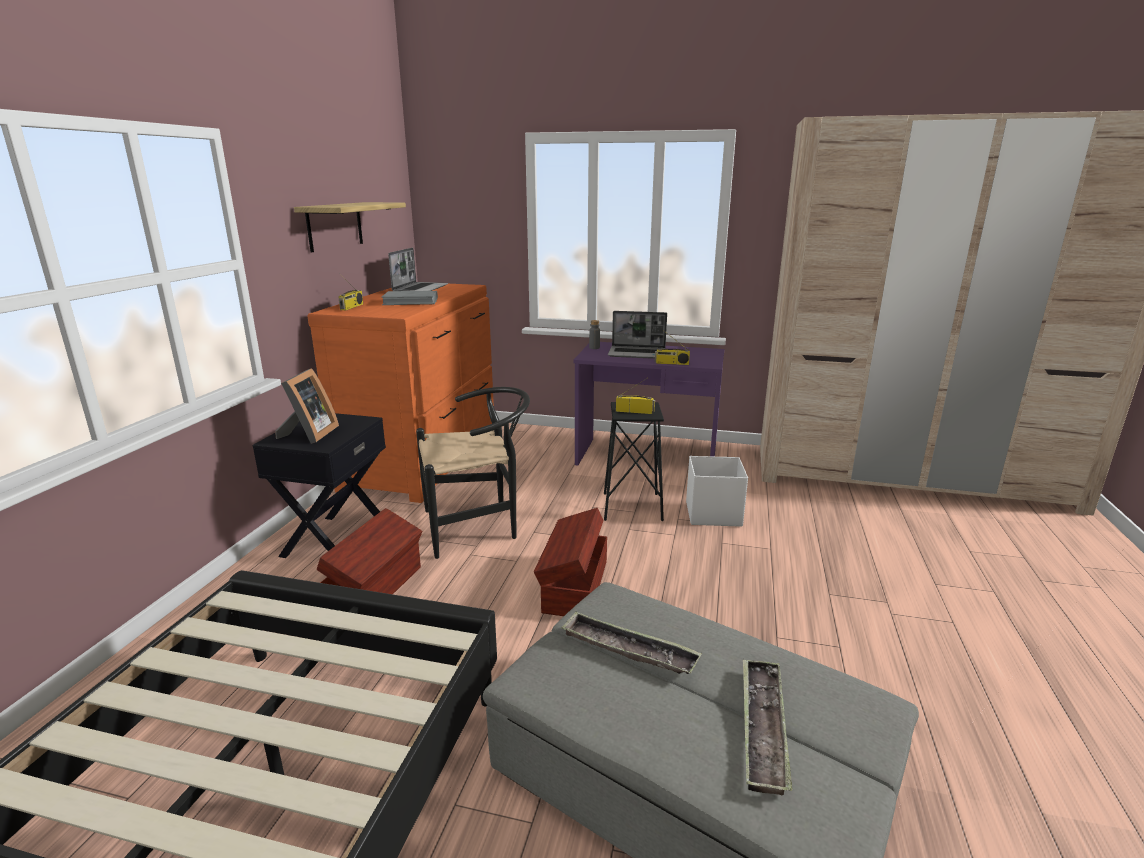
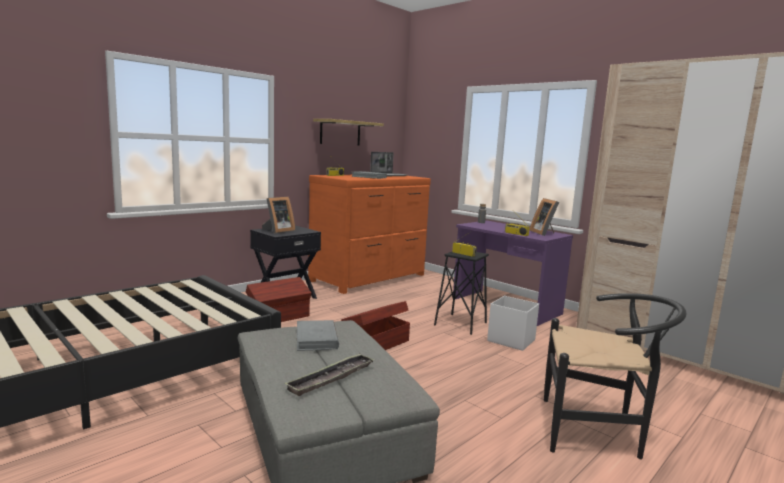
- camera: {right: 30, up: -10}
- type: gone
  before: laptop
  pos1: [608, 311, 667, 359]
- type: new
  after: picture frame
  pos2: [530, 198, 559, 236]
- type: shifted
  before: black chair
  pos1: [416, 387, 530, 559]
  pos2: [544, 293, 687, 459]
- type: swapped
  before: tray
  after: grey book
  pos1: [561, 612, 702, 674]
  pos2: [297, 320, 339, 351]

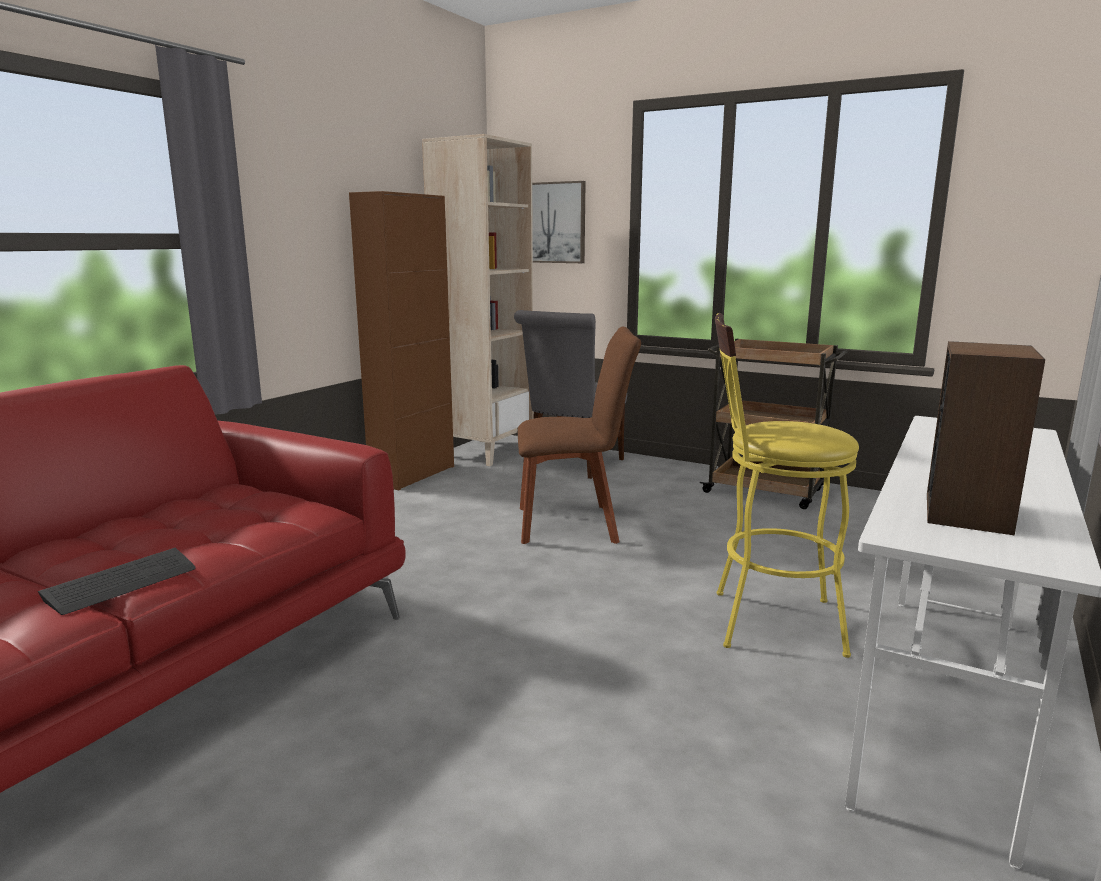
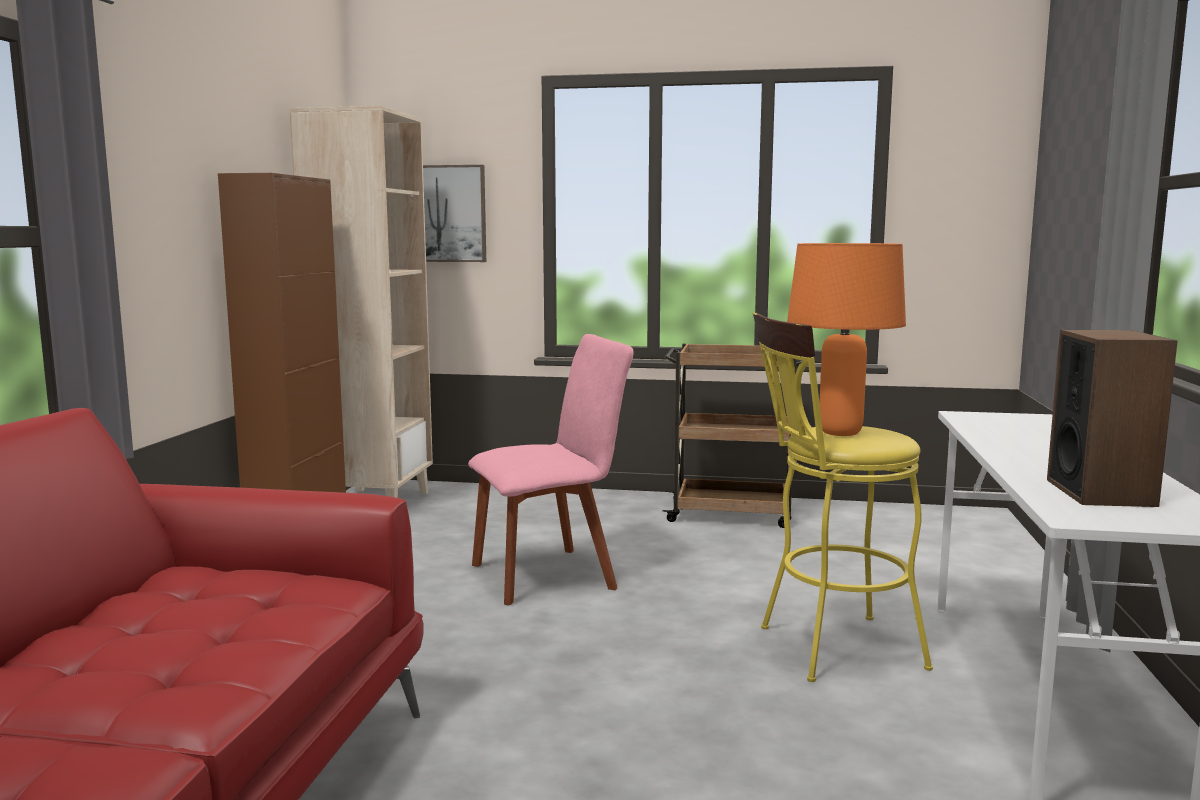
- camera: {right: -20, up: -5}
- type: gone
  before: keyboard
  pos1: [38, 548, 196, 615]
- type: gone
  before: grey chair
  pos1: [514, 310, 627, 479]
- type: new
  after: orange table lamp
  pos2: [787, 243, 906, 436]
- type: repainted
  before: brown chair
  after: pink chair
  pos1: [518, 327, 641, 544]
  pos2: [468, 334, 634, 605]

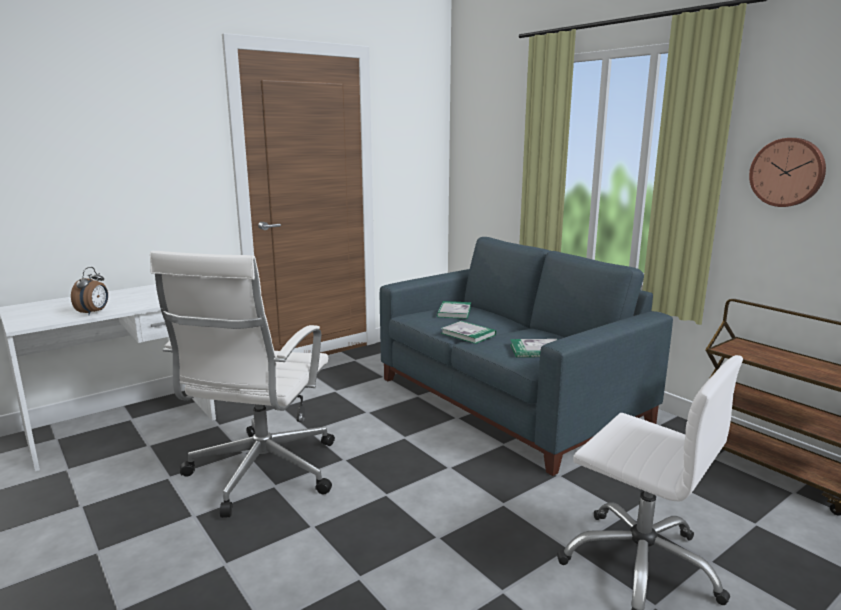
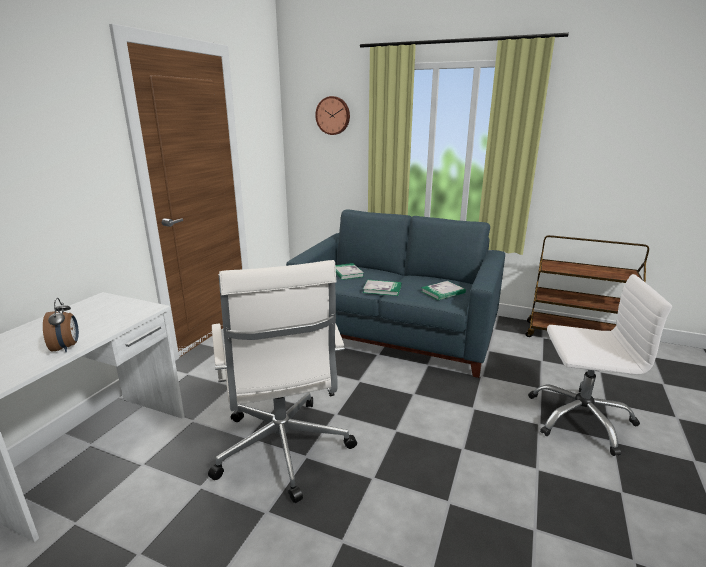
- camera: {right: -30, up: 5}
- type: shifted
  before: wall clock
  pos1: [749, 138, 826, 207]
  pos2: [315, 96, 350, 135]

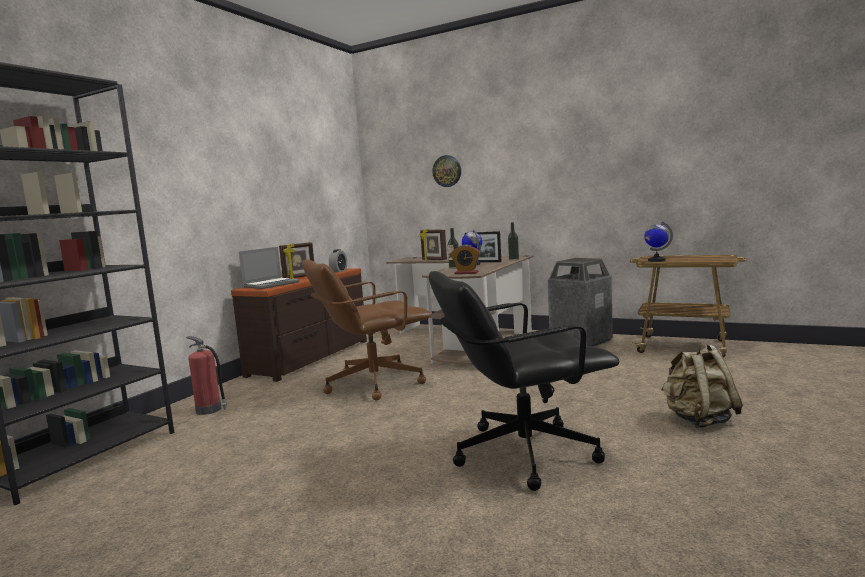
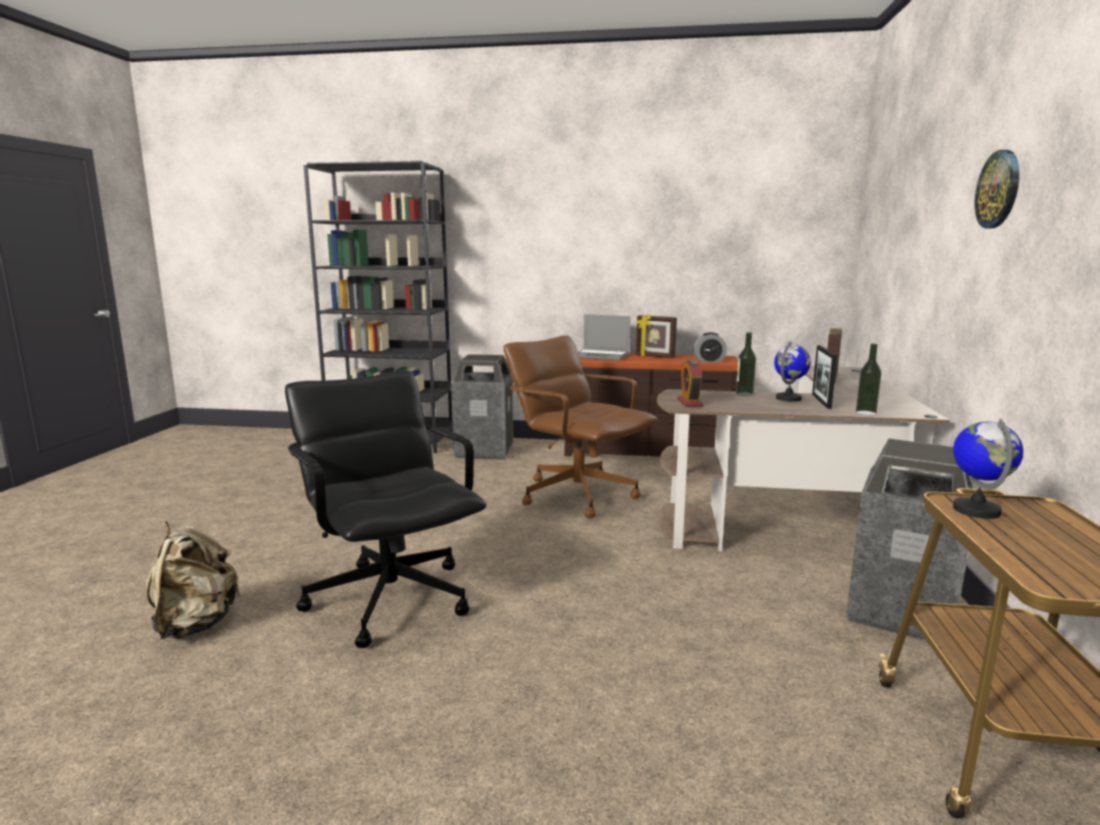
- camera: {right: 70, up: 5}
- type: shifted
  before: wall clock
  pos1: [432, 155, 461, 187]
  pos2: [975, 150, 1019, 228]
- type: shifted
  before: beige backpack
  pos1: [661, 343, 743, 428]
  pos2: [145, 521, 241, 639]
- type: swapped
  before: fire extinguisher
  after: trash can
  pos1: [186, 336, 227, 415]
  pos2: [451, 354, 513, 460]

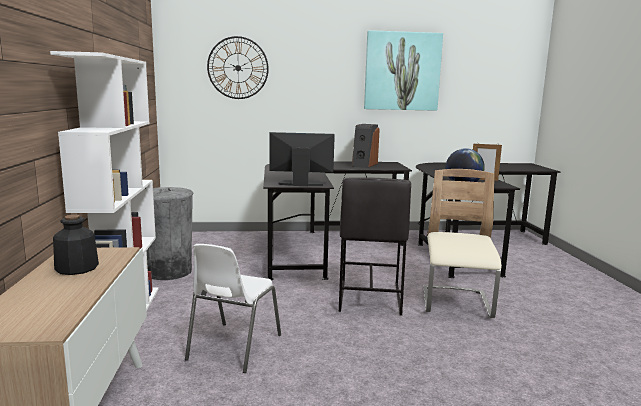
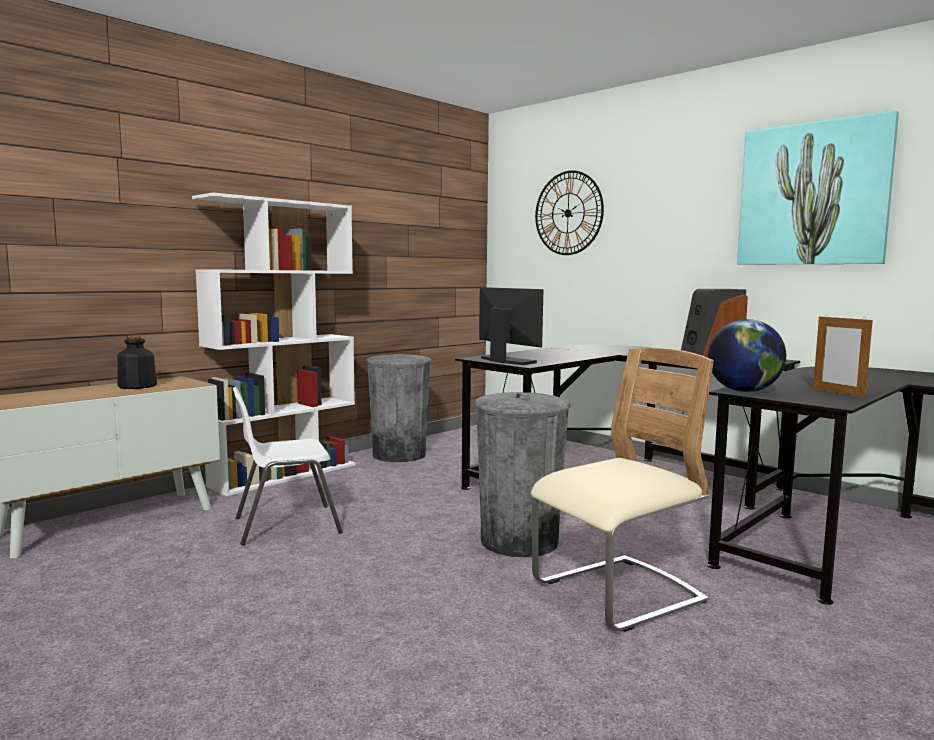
- camera: {right: 50, up: -5}
- type: swapped
  before: grey stool
  after: grey trash can
  pos1: [339, 177, 411, 316]
  pos2: [474, 392, 571, 557]

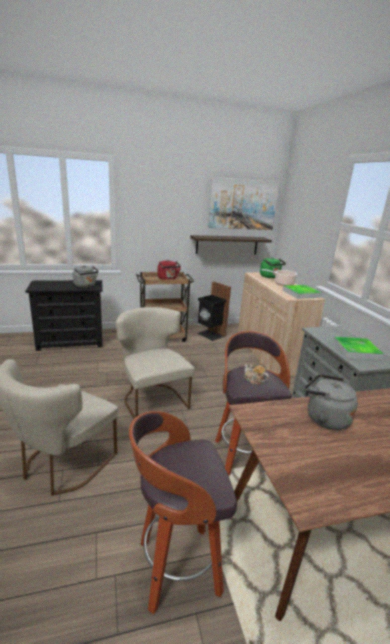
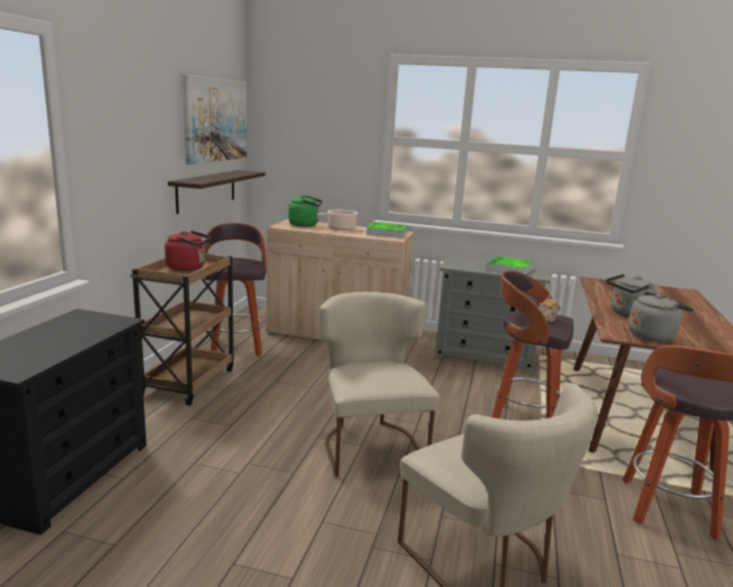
- camera: {right: -60, up: -5}
- type: shifted
  before: grey kettle
  pos1: [73, 265, 99, 288]
  pos2: [629, 291, 694, 342]
- type: swapped
  before: black trash can
  after: stool
  pos1: [197, 281, 231, 341]
  pos2: [204, 223, 267, 356]
- type: rotated
  before: beige chair
  pos1: [116, 307, 195, 419]
  pos2: [319, 292, 440, 476]
  turn: 75

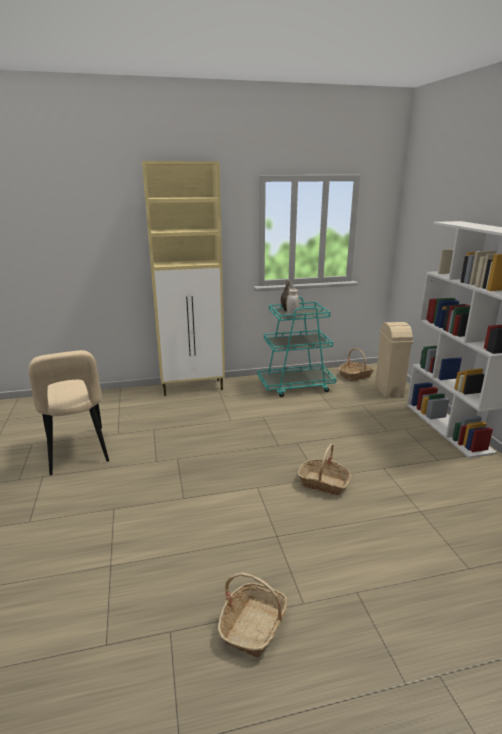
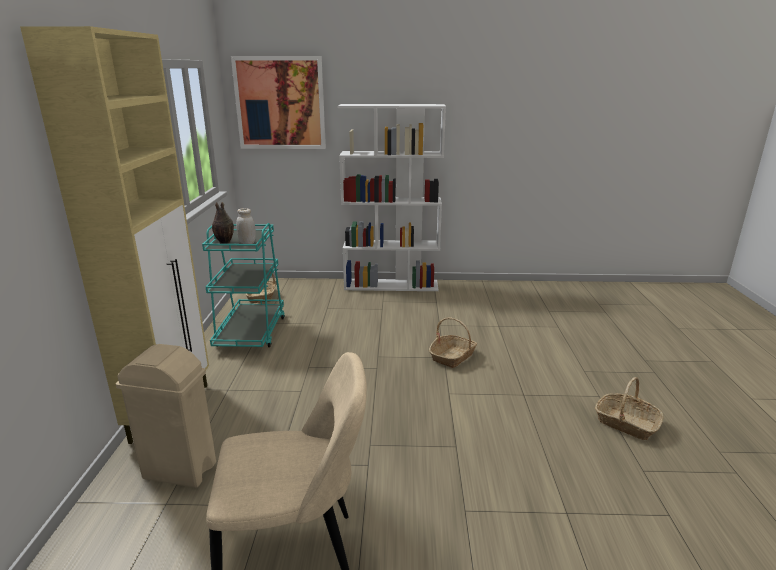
- camera: {right: -75, up: 0}
- type: new
  after: picture
  pos2: [231, 56, 326, 149]
- type: shifted
  before: beige trash can
  pos1: [375, 322, 414, 398]
  pos2: [116, 344, 216, 488]

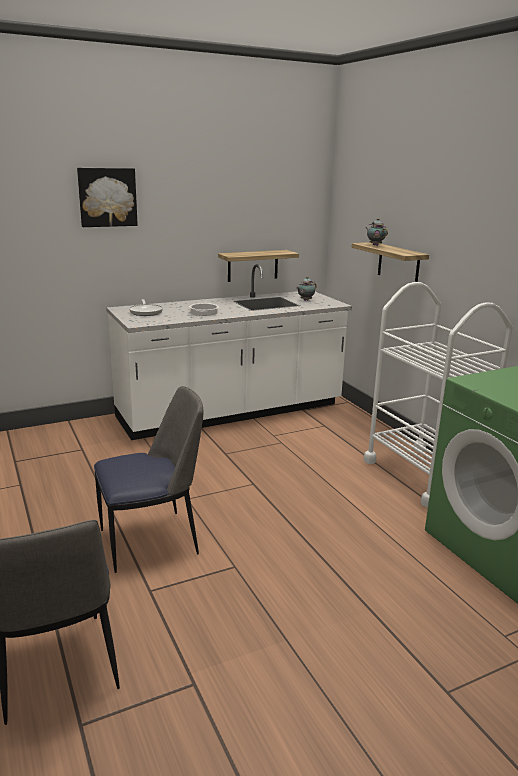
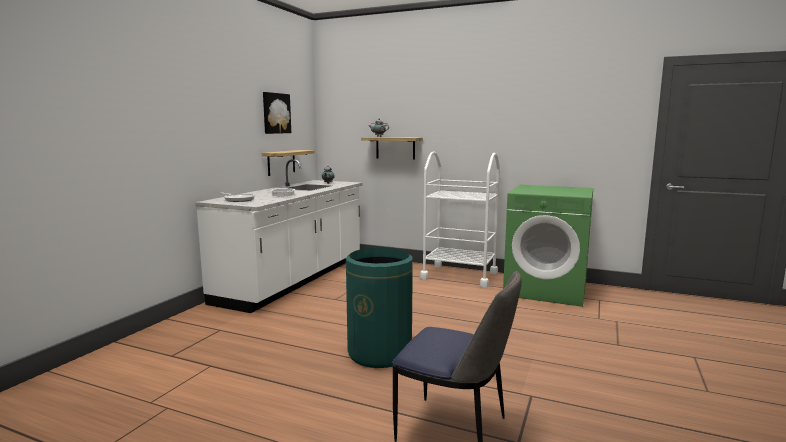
- camera: {right: -40, up: -10}
- type: shifted
  before: picture
  pos1: [77, 168, 138, 227]
  pos2: [263, 92, 291, 134]
- type: swapped
  before: chair
  after: green trash can
  pos1: [94, 386, 203, 573]
  pos2: [346, 248, 413, 368]

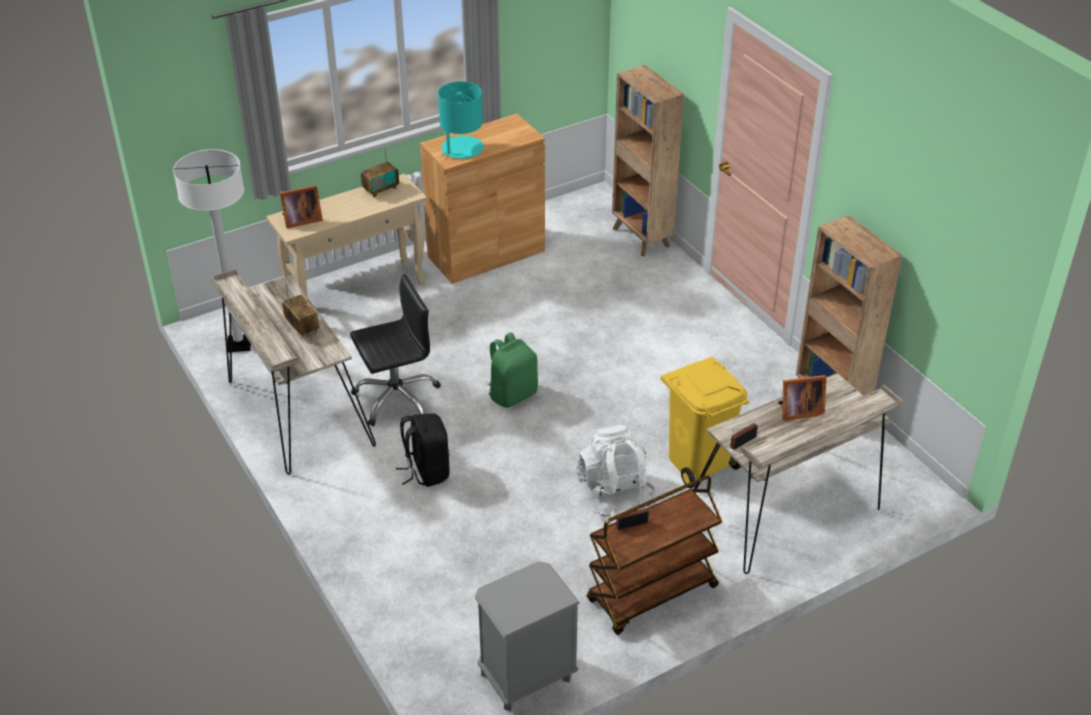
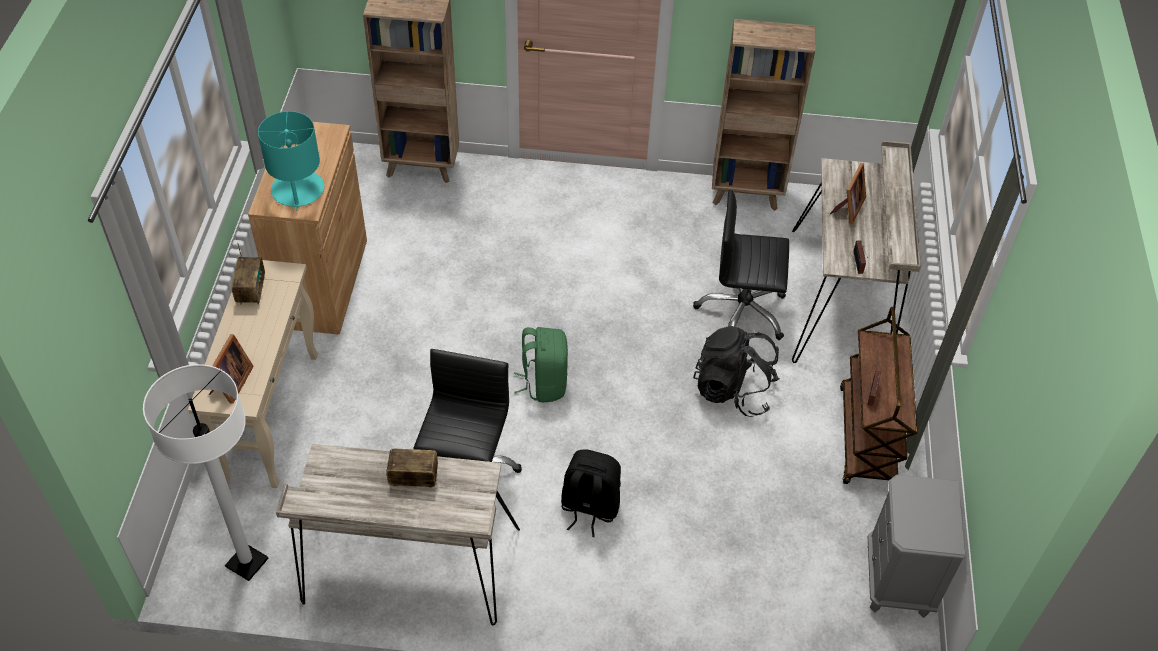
- camera: {right: -55, up: 10}
- type: swapped
  before: yellow trash can
  after: black office chair
  pos1: [661, 357, 749, 488]
  pos2: [693, 190, 789, 340]
- type: repainted
  before: white backpack
  after: black backpack
  pos1: [577, 425, 656, 518]
  pos2: [693, 326, 780, 417]

